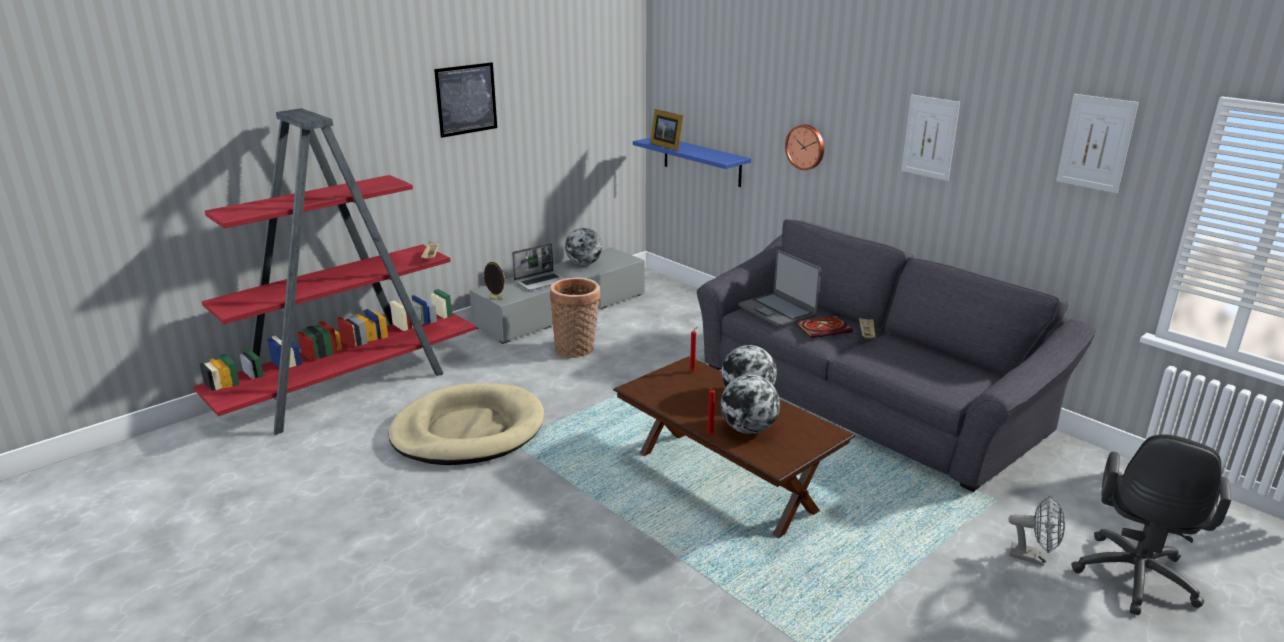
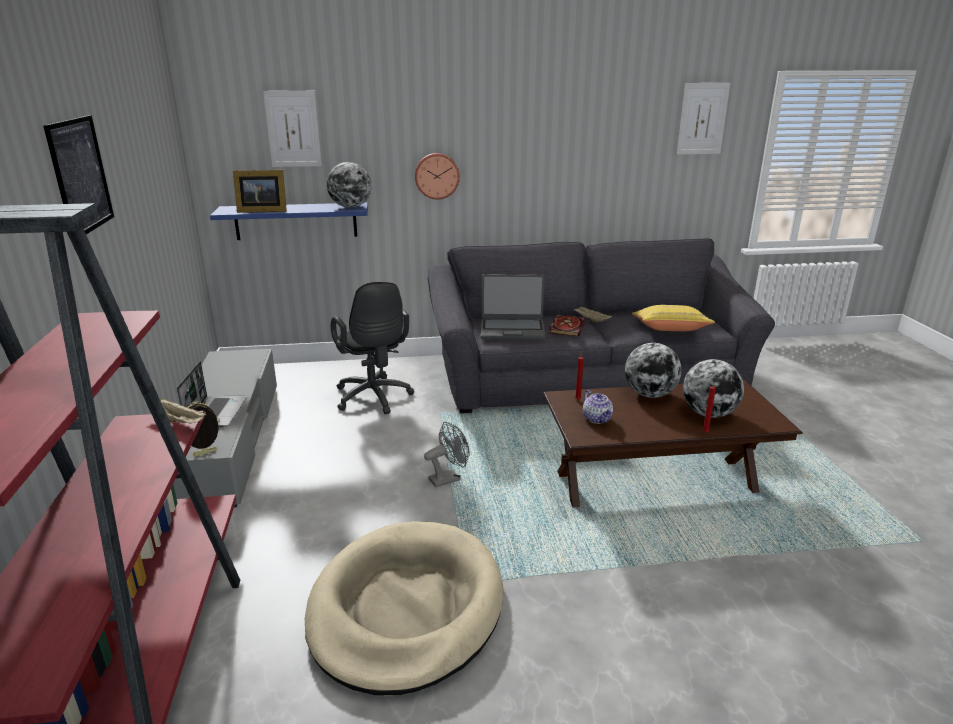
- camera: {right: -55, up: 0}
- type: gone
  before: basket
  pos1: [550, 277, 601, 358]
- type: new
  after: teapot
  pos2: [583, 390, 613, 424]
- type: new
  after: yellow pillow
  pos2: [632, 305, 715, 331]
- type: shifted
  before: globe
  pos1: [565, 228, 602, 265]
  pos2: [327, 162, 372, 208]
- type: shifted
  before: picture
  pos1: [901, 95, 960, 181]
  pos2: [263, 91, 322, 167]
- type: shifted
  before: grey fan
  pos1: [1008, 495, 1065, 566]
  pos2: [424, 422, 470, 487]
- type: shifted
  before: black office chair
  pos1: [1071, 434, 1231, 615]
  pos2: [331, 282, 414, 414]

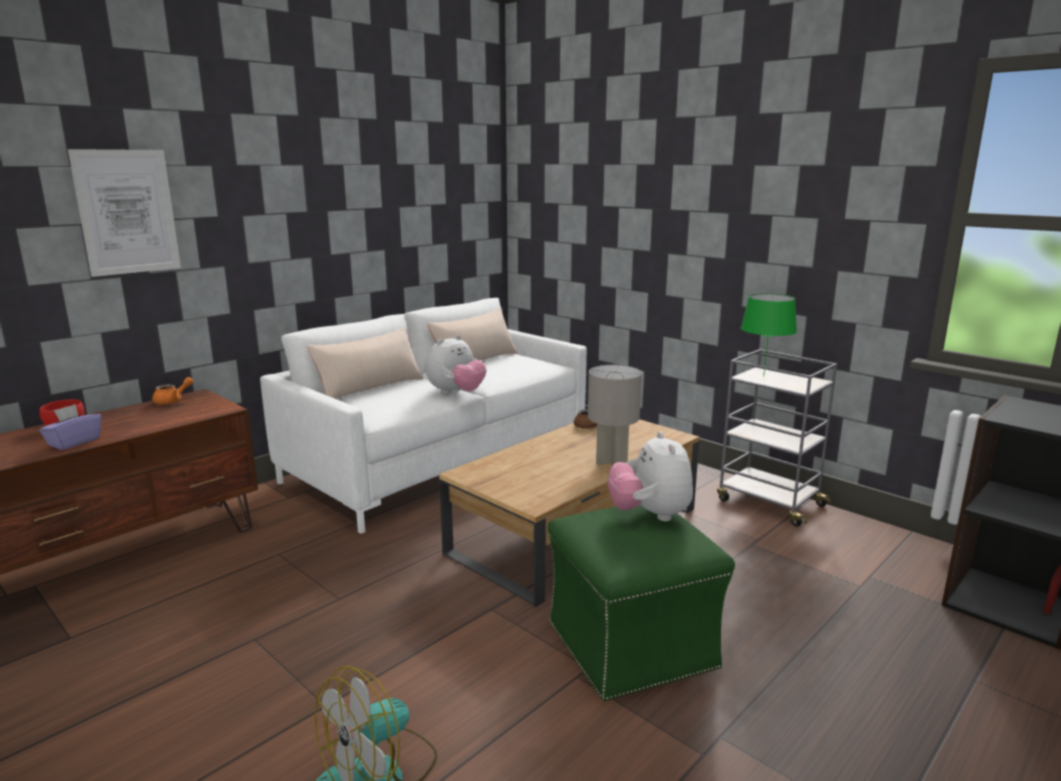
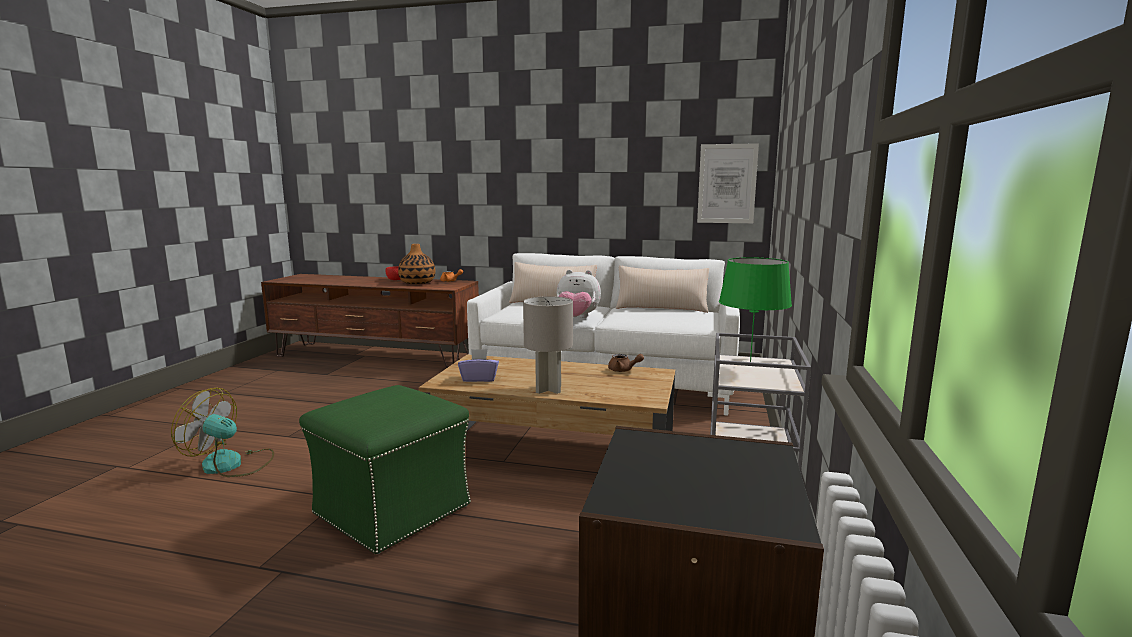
- camera: {right: 60, up: -5}
- type: gone
  before: plush toy
  pos1: [608, 431, 693, 521]
- type: new
  after: vase
  pos2: [398, 244, 436, 284]
- type: shifted
  before: purple tissue box
  pos1: [39, 404, 101, 450]
  pos2: [458, 349, 499, 382]
- type: shifted
  before: picture
  pos1: [68, 149, 181, 277]
  pos2: [697, 143, 759, 223]

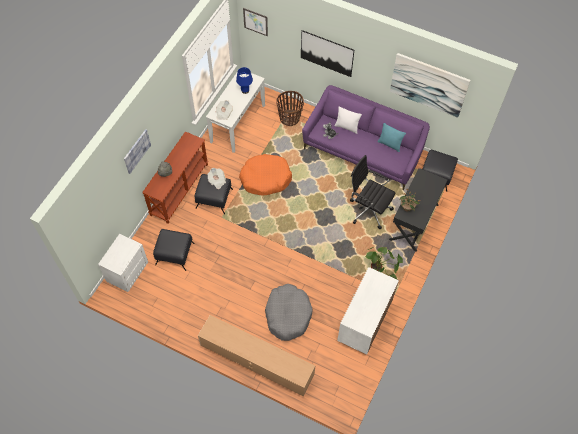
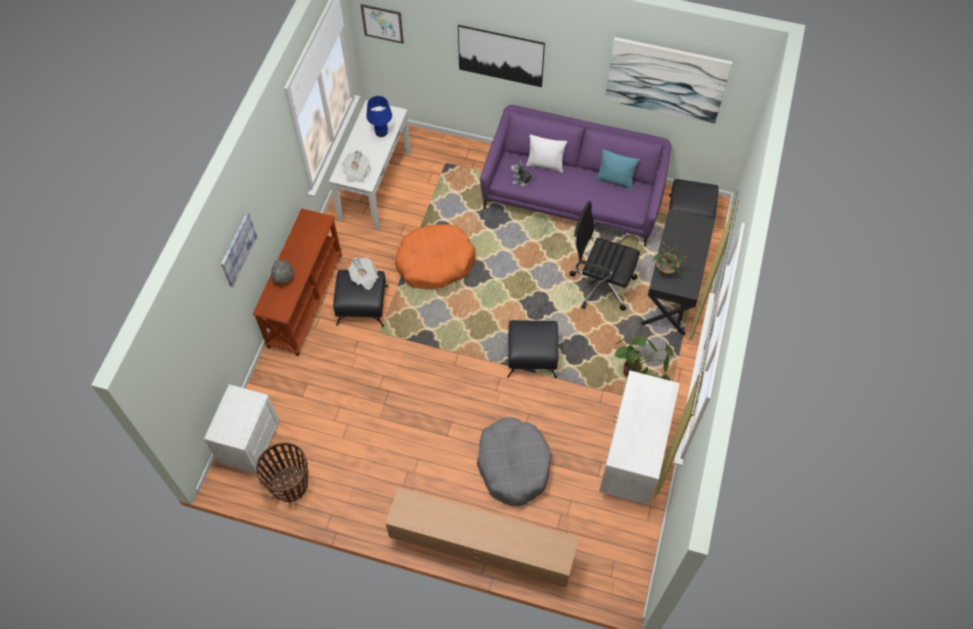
- camera: {right: -10, up: 0}
- type: shifted
  before: black ottoman
  pos1: [153, 229, 195, 271]
  pos2: [508, 320, 558, 378]
- type: shifted
  before: basket
  pos1: [276, 91, 304, 126]
  pos2: [256, 442, 308, 502]

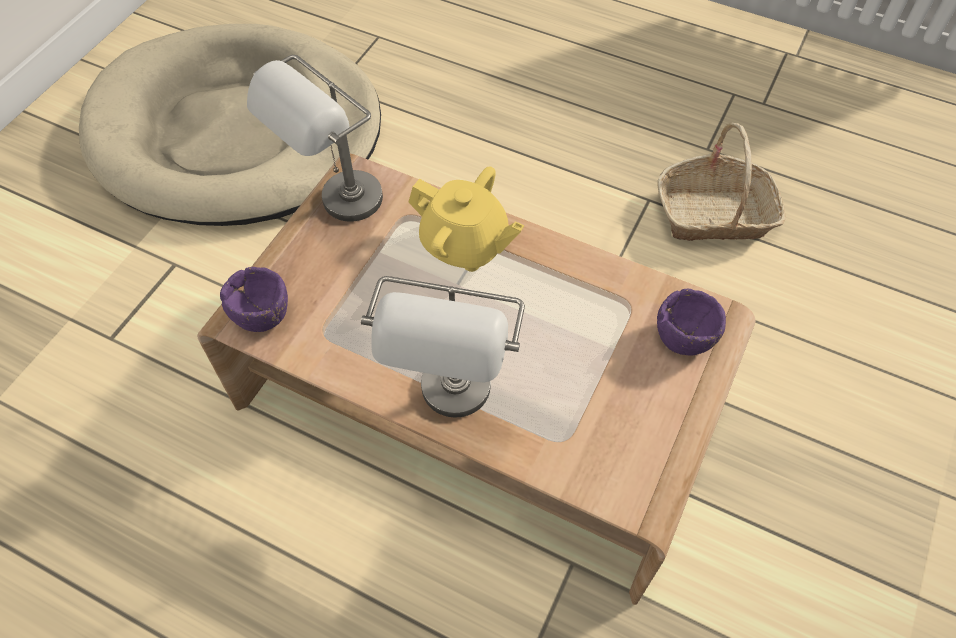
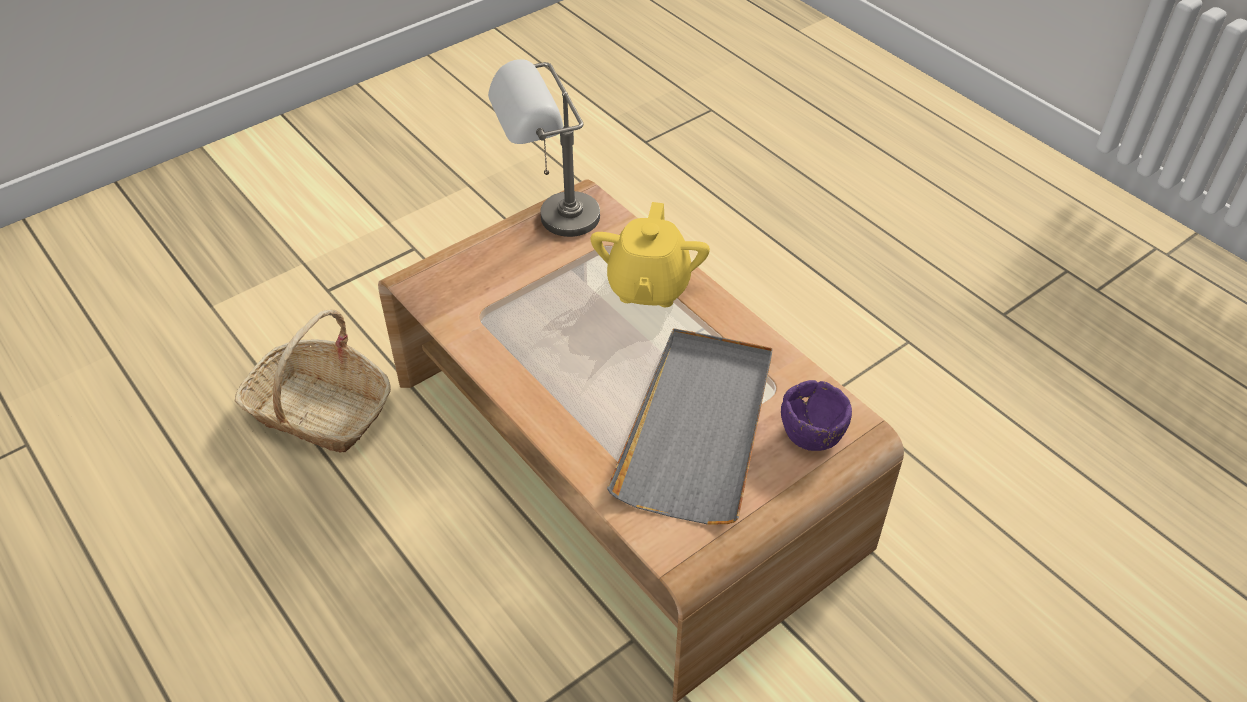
- camera: {right: 25, up: -10}
- type: gone
  before: beige dog bed
  pos1: [79, 24, 381, 226]
- type: gone
  before: purple bowl
  pos1: [220, 267, 288, 332]
- type: gone
  before: grey table lamp
  pos1: [361, 276, 525, 417]
- type: new
  after: grey tray
  pos2: [607, 328, 773, 524]
- type: shifted
  before: basket
  pos1: [657, 123, 786, 241]
  pos2: [235, 309, 391, 453]
- type: rotated
  before: yellow teapot
  pos1: [408, 166, 524, 272]
  pos2: [590, 202, 710, 307]
  turn: 45

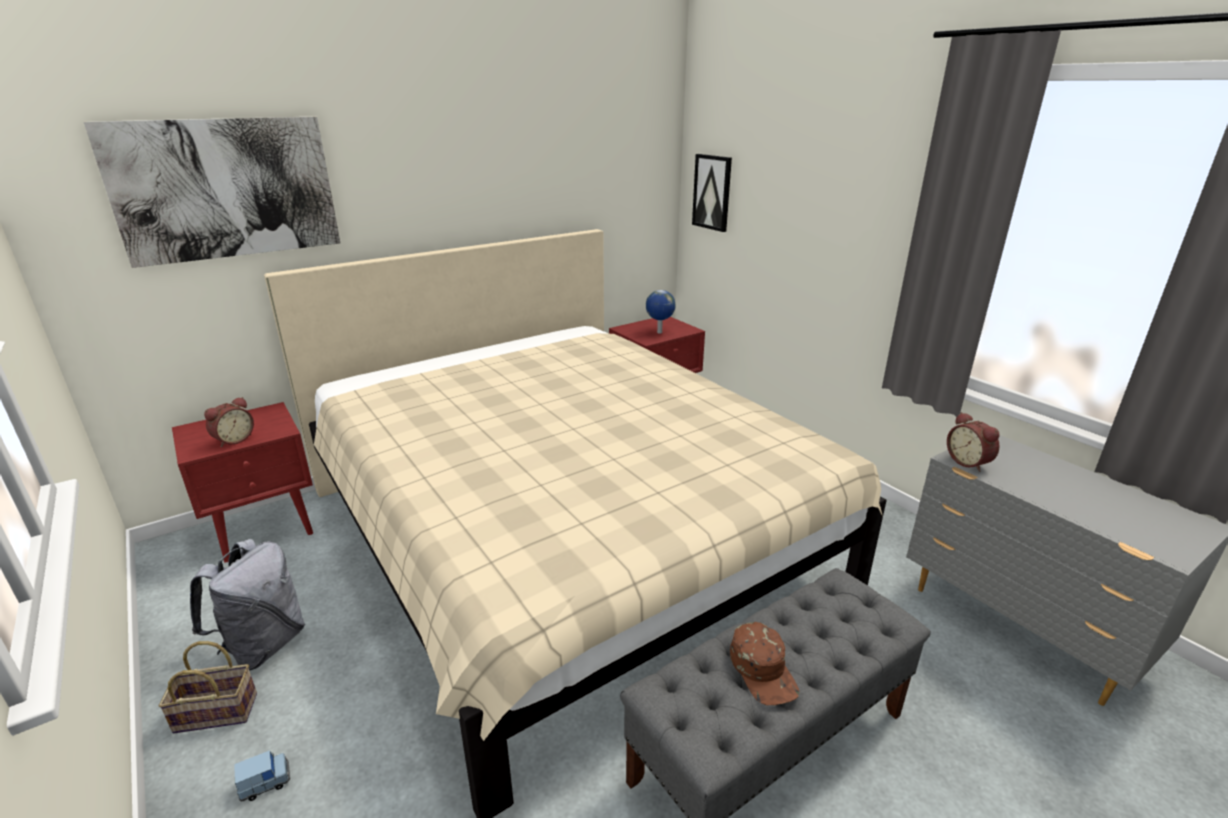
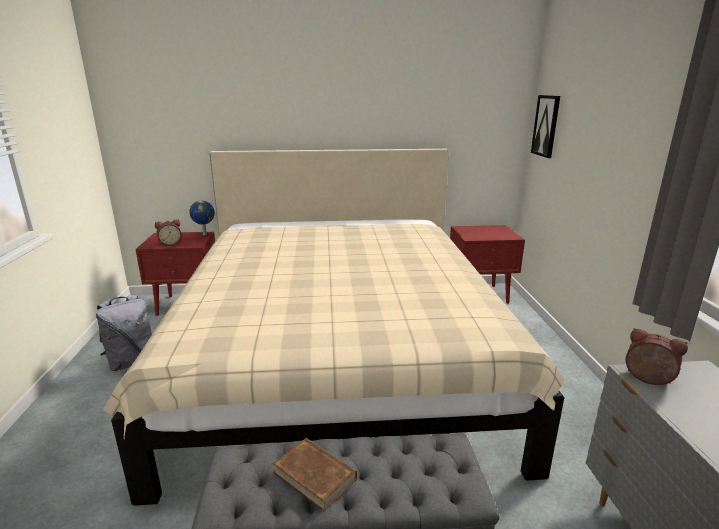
- camera: {right: 30, up: -5}
- type: gone
  before: picture
  pos1: [84, 117, 340, 268]
- type: gone
  before: basket
  pos1: [159, 641, 257, 733]
- type: gone
  before: blue toy car
  pos1: [235, 750, 290, 801]
- type: shifted
  before: globe
  pos1: [646, 290, 676, 333]
  pos2: [189, 200, 215, 235]
- type: swapped
  before: brown cap
  after: brown book
  pos1: [730, 622, 799, 705]
  pos2: [272, 438, 357, 511]
- type: rotated
  before: alarm clock
  pos1: [947, 412, 999, 472]
  pos2: [626, 328, 688, 385]
  turn: 120

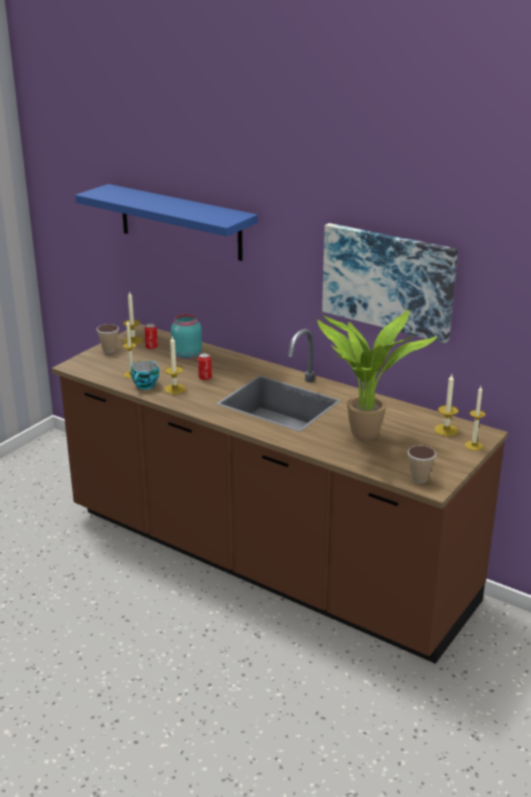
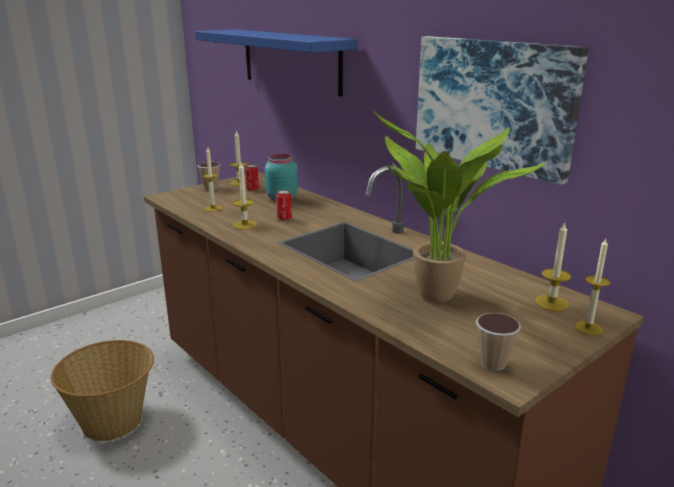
- camera: {right: 15, up: -5}
- type: gone
  before: cup
  pos1: [131, 360, 159, 389]
- type: new
  after: basket
  pos2: [51, 340, 154, 441]

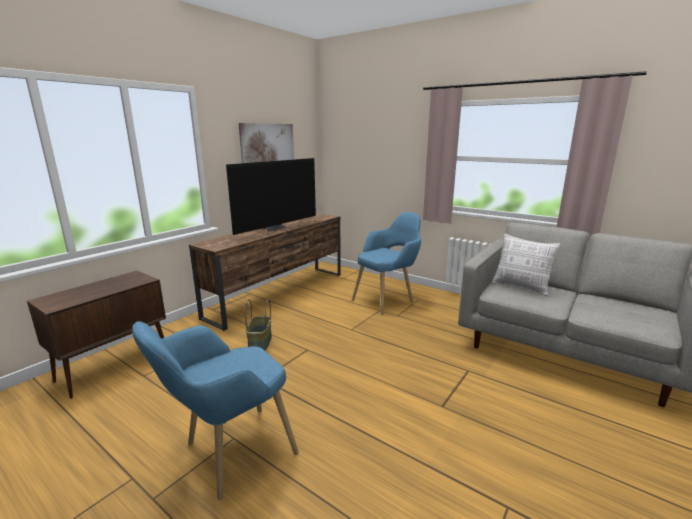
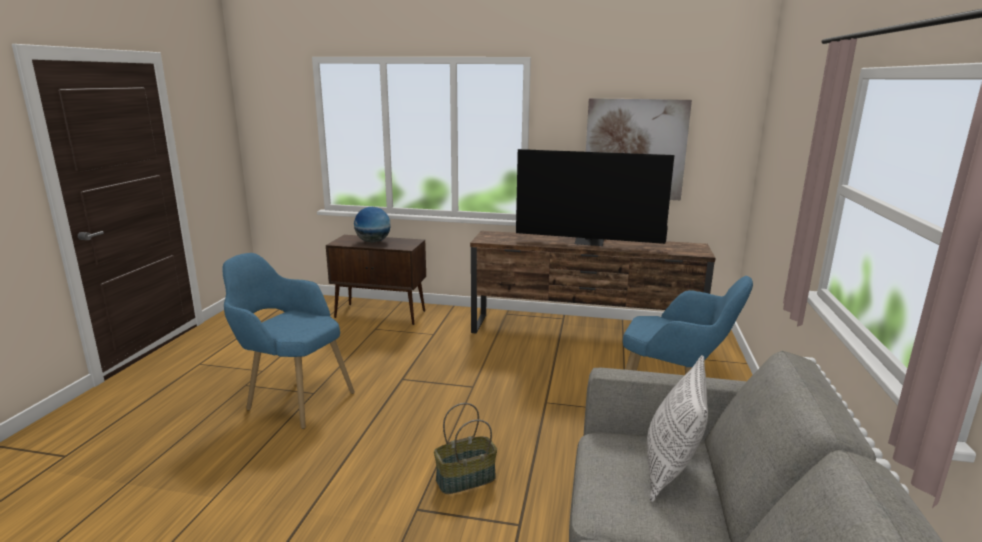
- camera: {right: 65, up: 0}
- type: new
  after: globe
  pos2: [354, 207, 390, 243]
- type: shifted
  before: basket
  pos1: [245, 299, 272, 350]
  pos2: [434, 403, 497, 494]

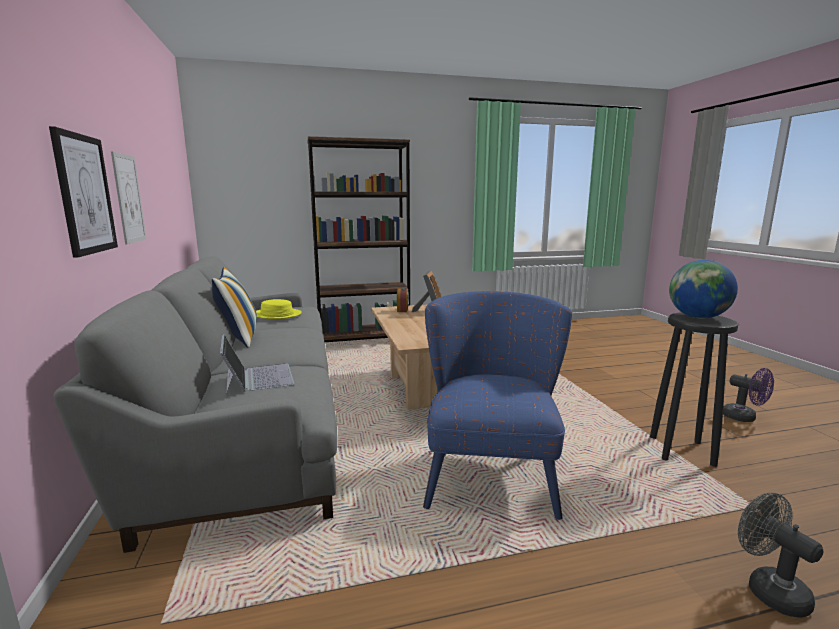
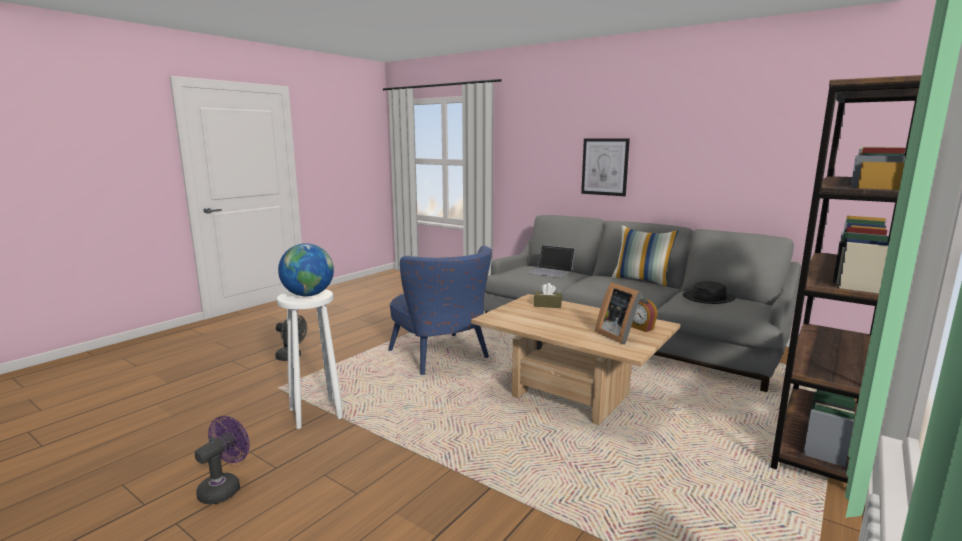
- camera: {right: 140, up: 0}
- type: gone
  before: picture
  pos1: [111, 151, 146, 245]
- type: new
  after: brown tissue box
  pos2: [534, 283, 562, 308]
- type: repainted
  before: yellow hat
  after: black hat
  pos1: [256, 299, 302, 319]
  pos2: [682, 282, 736, 304]
- type: repainted
  before: black stool
  after: white stool
  pos1: [650, 313, 738, 467]
  pos2: [277, 289, 343, 429]
- type: rotated
  before: purple fan
  pos1: [723, 368, 774, 422]
  pos2: [195, 416, 250, 504]
  turn: 105

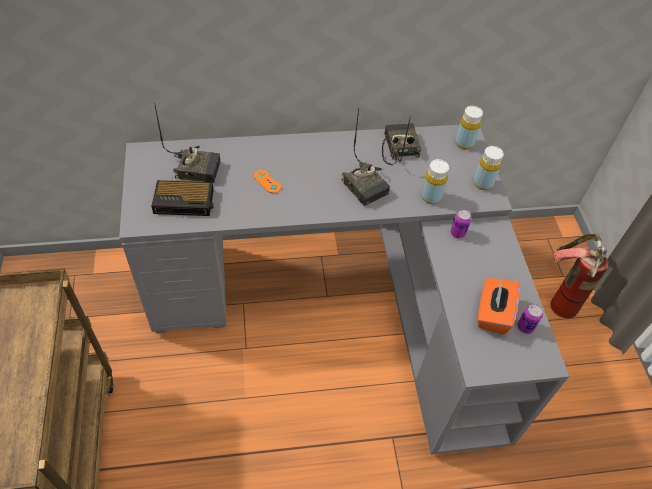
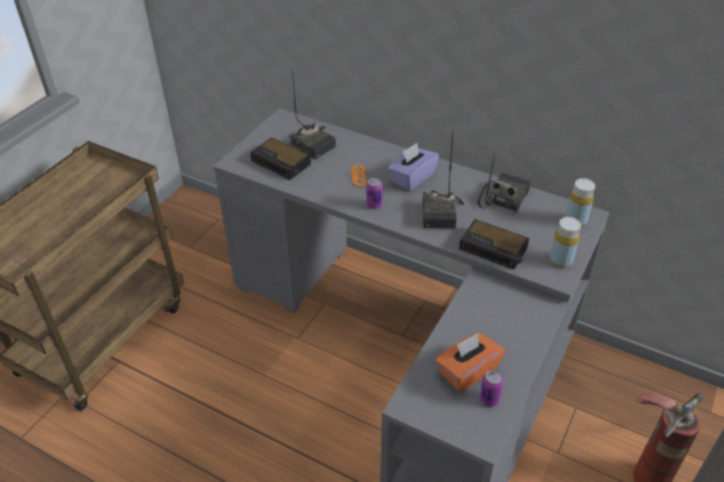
- camera: {right: 40, up: -10}
- type: new
  after: purple tissue box
  pos2: [387, 143, 439, 191]
- type: shifted
  before: can
  pos1: [451, 209, 472, 239]
  pos2: [366, 178, 383, 209]
- type: swapped
  before: yellow bottle
  after: alarm clock
  pos1: [421, 159, 449, 204]
  pos2: [459, 219, 529, 270]

